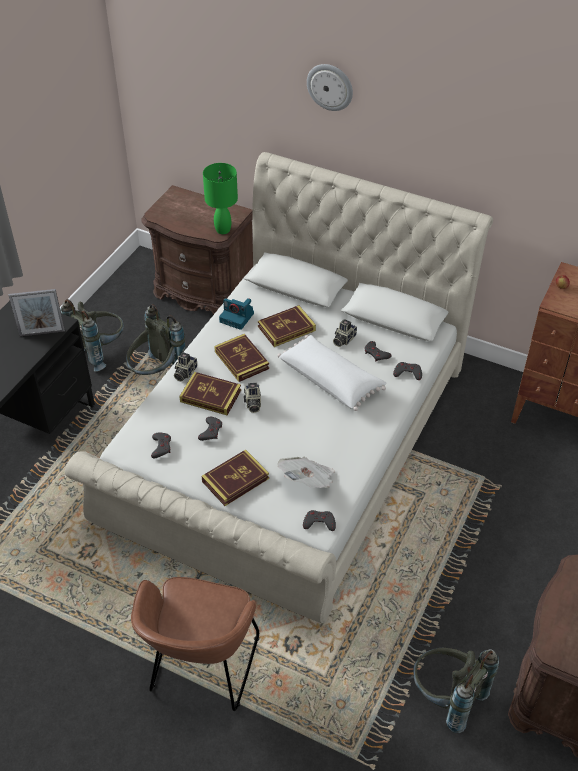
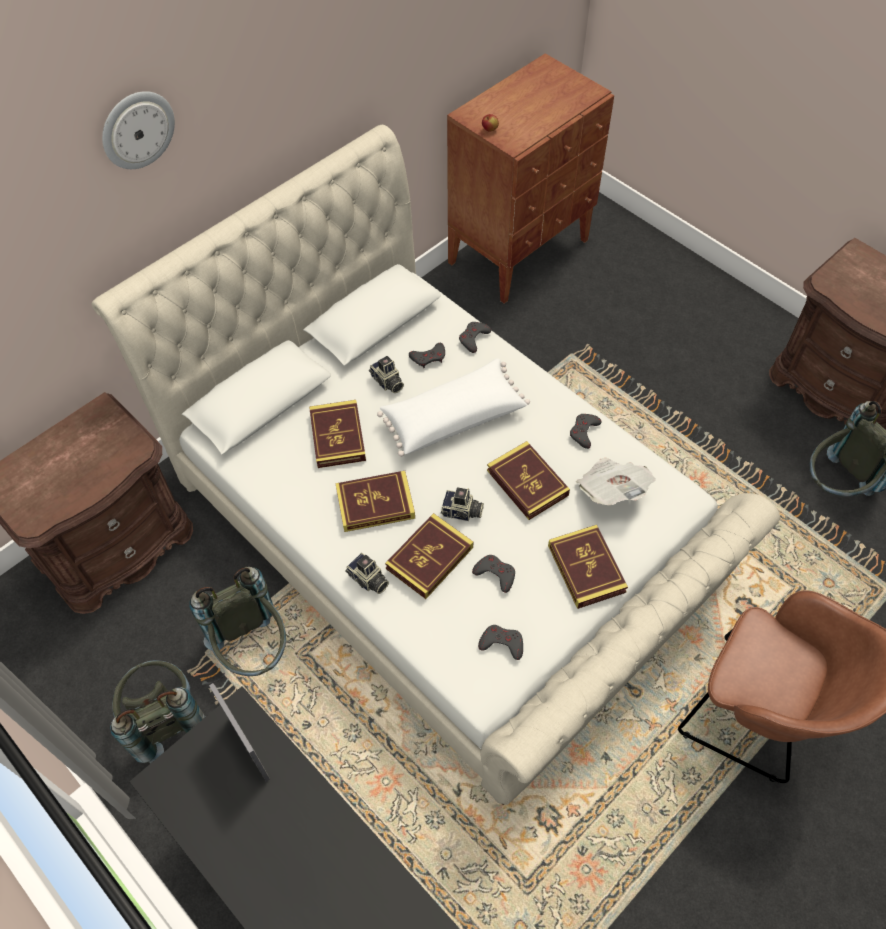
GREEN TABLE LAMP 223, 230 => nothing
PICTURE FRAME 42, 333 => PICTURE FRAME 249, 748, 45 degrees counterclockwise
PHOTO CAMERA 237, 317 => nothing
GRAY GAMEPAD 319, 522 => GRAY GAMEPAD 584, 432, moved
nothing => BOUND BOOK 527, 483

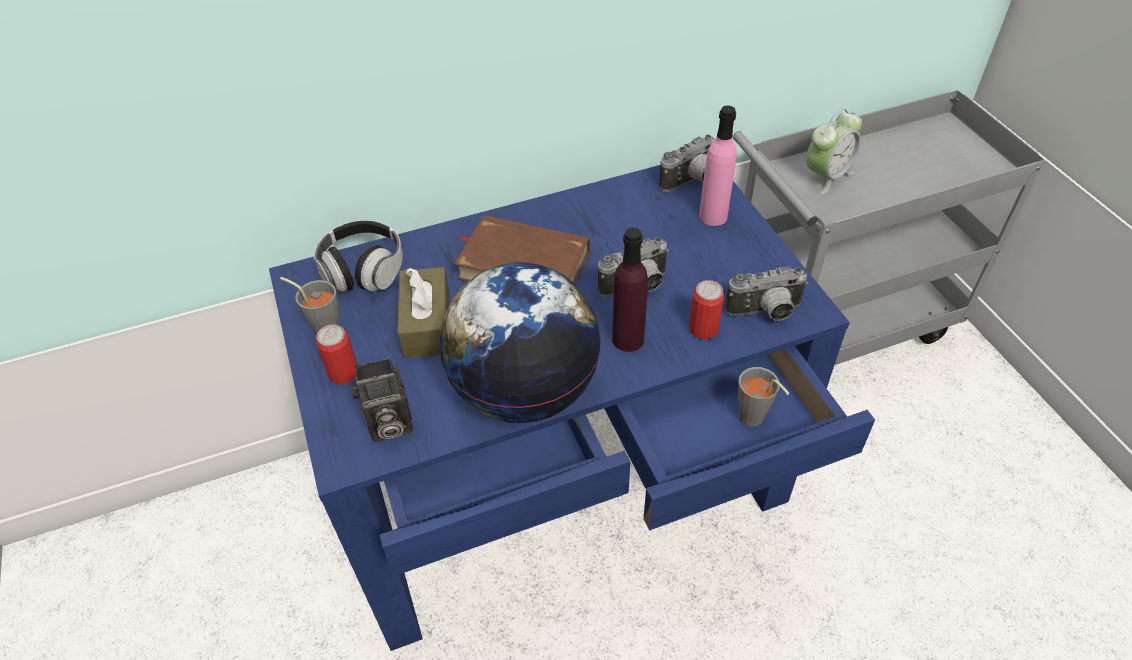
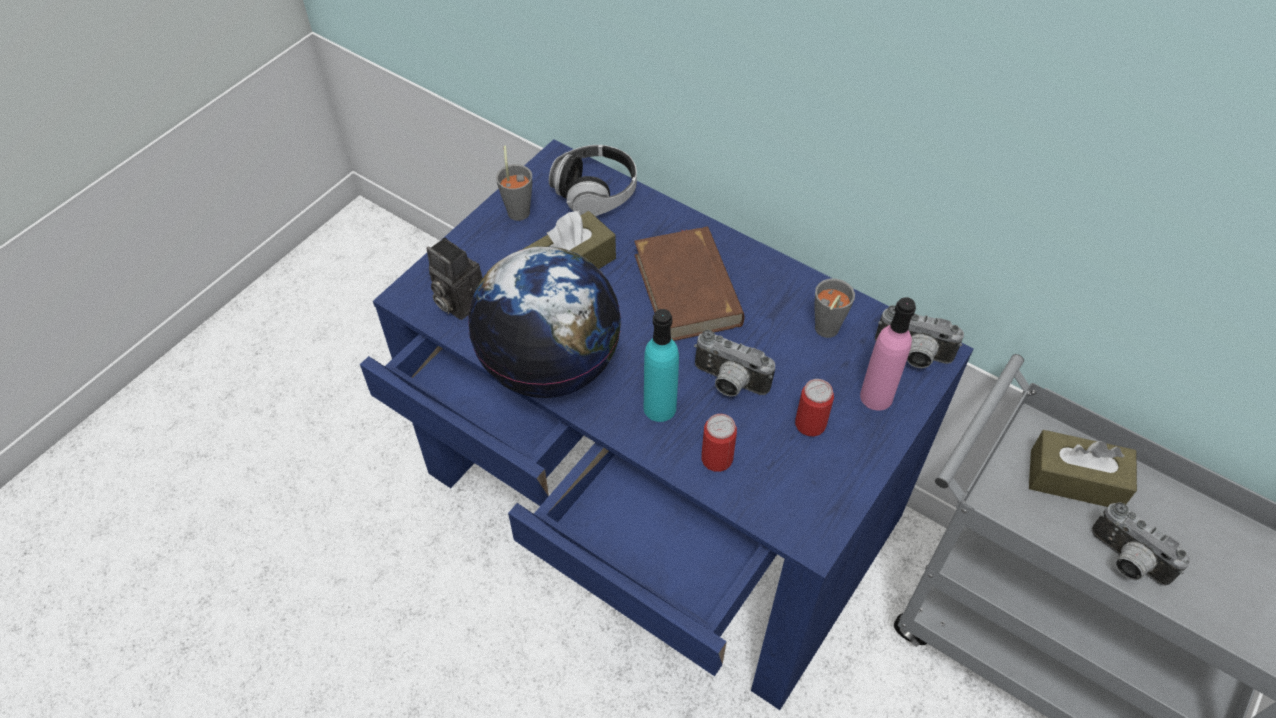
BEDSIDE CLOCK 826, 176 => BROWN BOX OF TISSUES 1075, 479
PURPLE BOTTLE 628, 339 => TURQUOISE BOTTLE 660, 408
PHOTO CAMERA 766, 313 => PHOTO CAMERA 1125, 561, moved
METAL CAN 343, 373 => METAL CAN 810, 424, moved
GRAY DRINKING CUP 754, 420 => GRAY DRINKING CUP 824, 332, moved

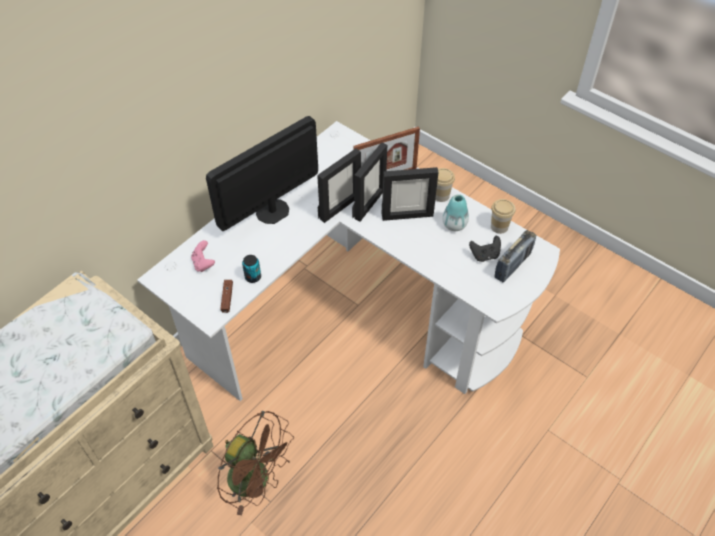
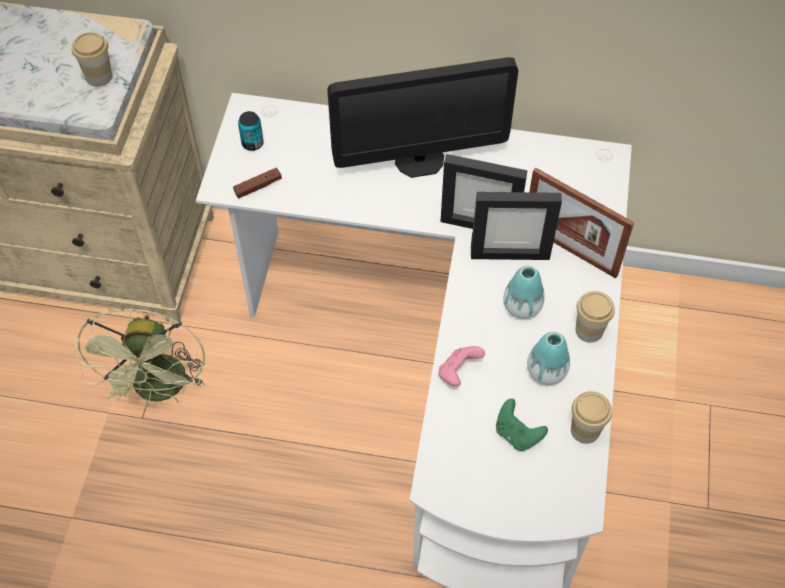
COMPUTER SCREEN 272, 211 => COMPUTER SCREEN 419, 160, 150 degrees clockwise
PICTURE FRAME 407, 215 => VASE 522, 306
RADIO RECEIVER 512, 265 => nothing
BLACK-COLOURED GAMEPAD 484, 255 => GREEN GAMEPAD 517, 434
PINKISH GAMEPAD 203, 263 => PINKISH GAMEPAD 458, 372, moved
METAL CAN 253, 277 => METAL CAN 252, 143, moved
BROWN COOLING FAN 257, 481 => GREEN COOLING FAN 160, 390
nothing => DRINKING CUP 99, 76

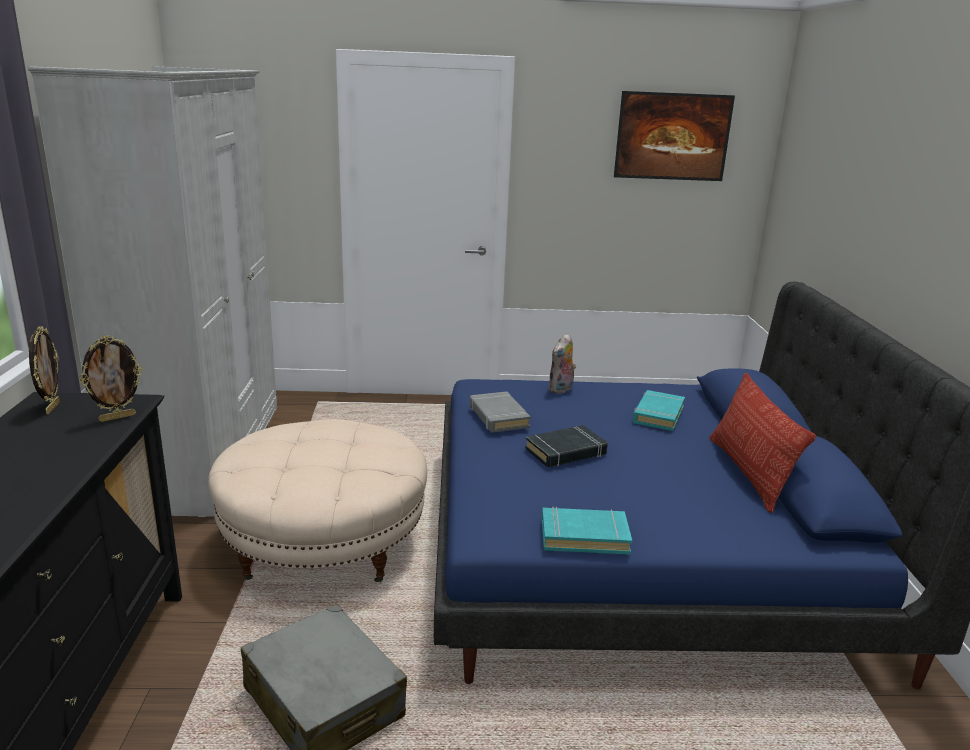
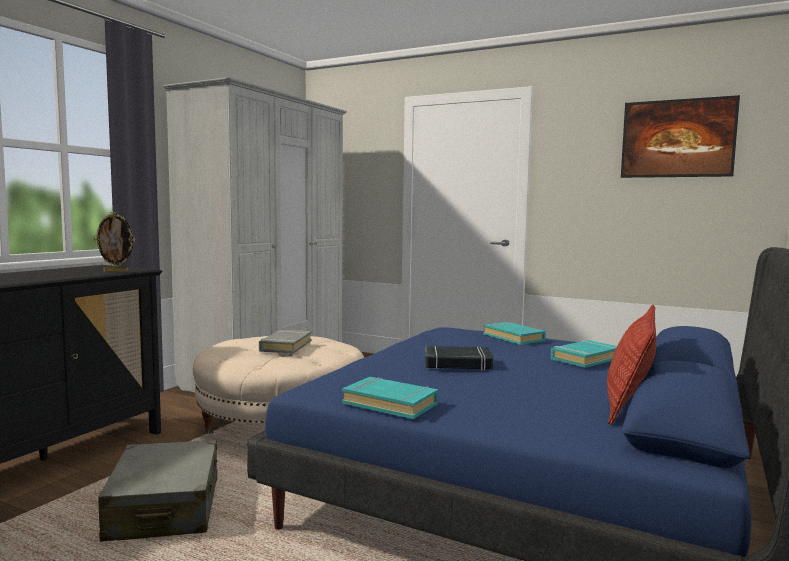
PICTURE FRAME 52, 408 => nothing
CUDDLY TOY 561, 389 => TURQUOISE BOUND BOOK 514, 337
GRAY BOUND BOOK 498, 417 => GRAY BOUND BOOK 285, 346, moved

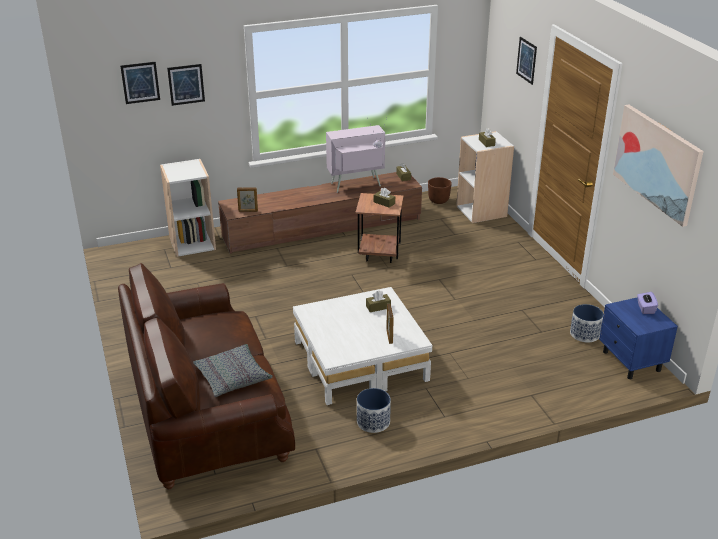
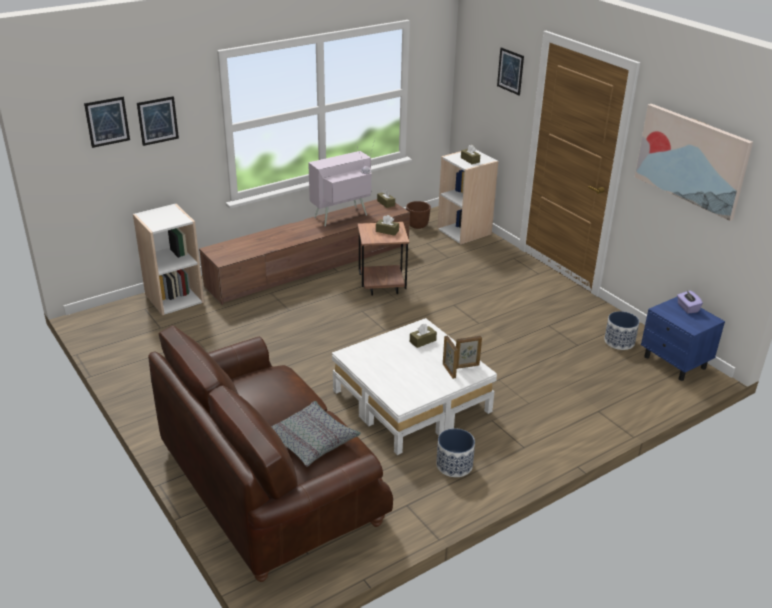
PICTURE FRAME 248, 211 => PICTURE FRAME 467, 366, moved

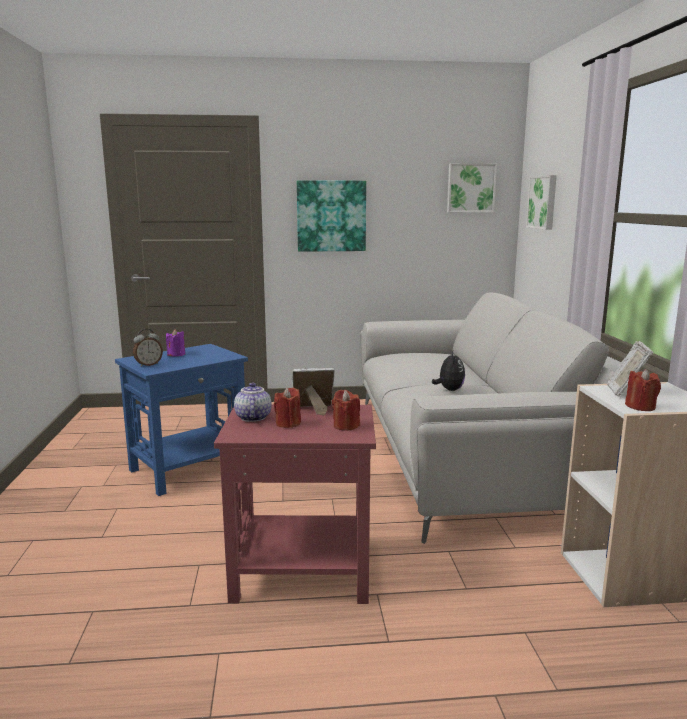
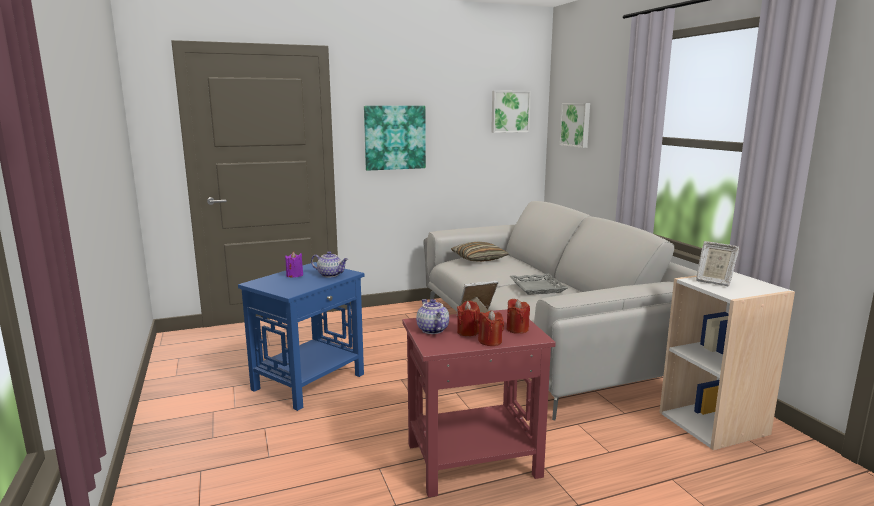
BEDSIDE CLOCK 148, 365 => nothing
PICTURE FRAME 625, 392 => PICTURE FRAME 713, 281, 45 degrees counterclockwise
CUDDLY TOY 449, 390 => GRAY CARRYING TRAY 537, 288
RED CANDLE 640, 407 => RED CANDLE 490, 341, moved
nothing => PILLOW 479, 259
nothing => TEAPOT 330, 275

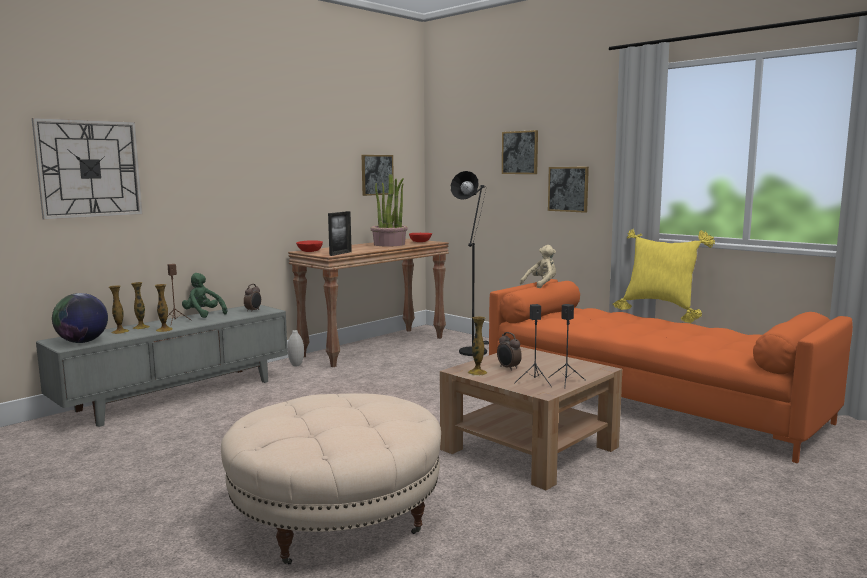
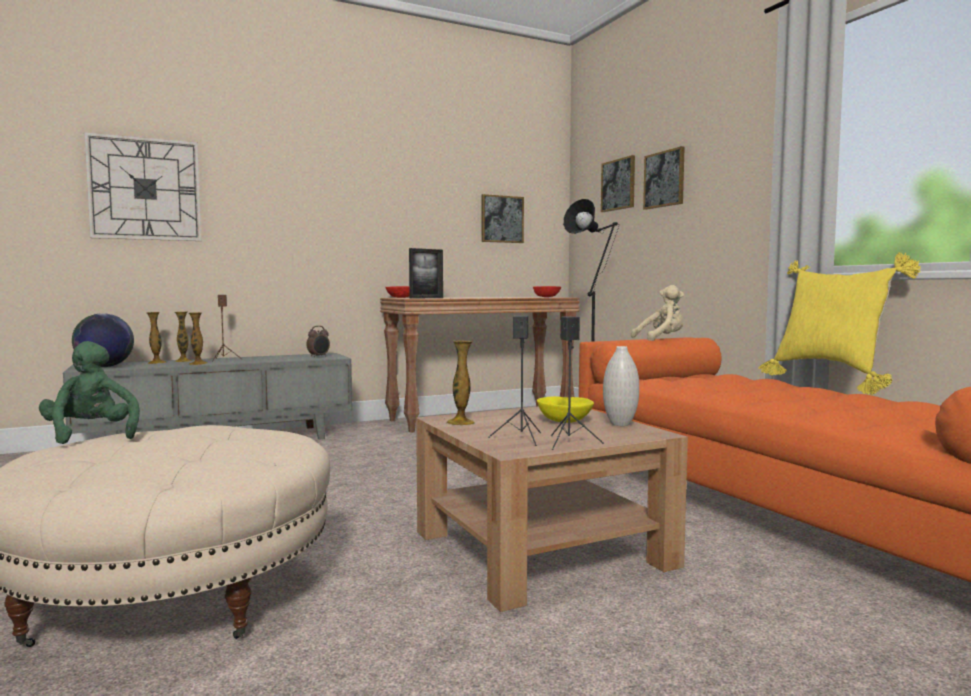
PICTURE 568, 189 => PICTURE 618, 184, moved
PLANT IN A POT 389, 244 => nothing
GREEN CUDDLY TOY 203, 314 => GREEN CUDDLY TOY 91, 435, moved
WHITE VASE 296, 365 => WHITE VASE 620, 424, moved
BEDSIDE CLOCK 508, 368 => nothing
nothing => YELLOWISH BOWL 564, 421

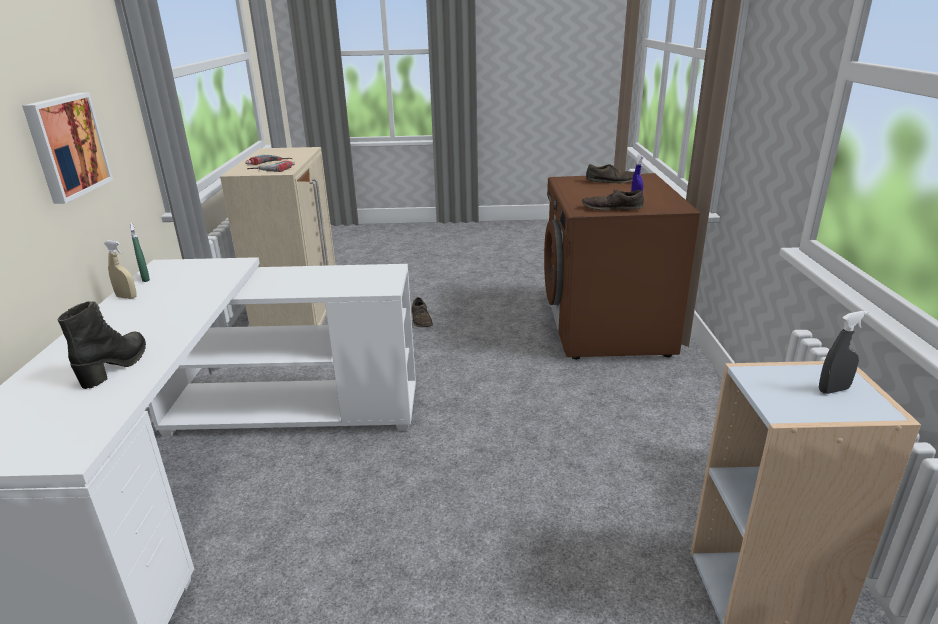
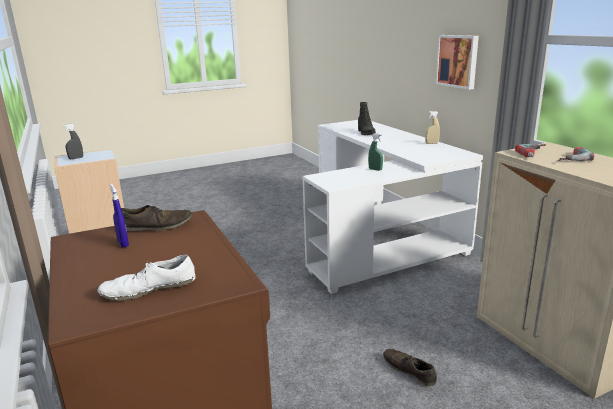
BROWN ITEM OF FOOTWEAR 612, 181 => WHITE ITEM OF FOOTWEAR 149, 288
GREEN SPRAYER 145, 278 => GREEN SPRAYER 375, 169, moved

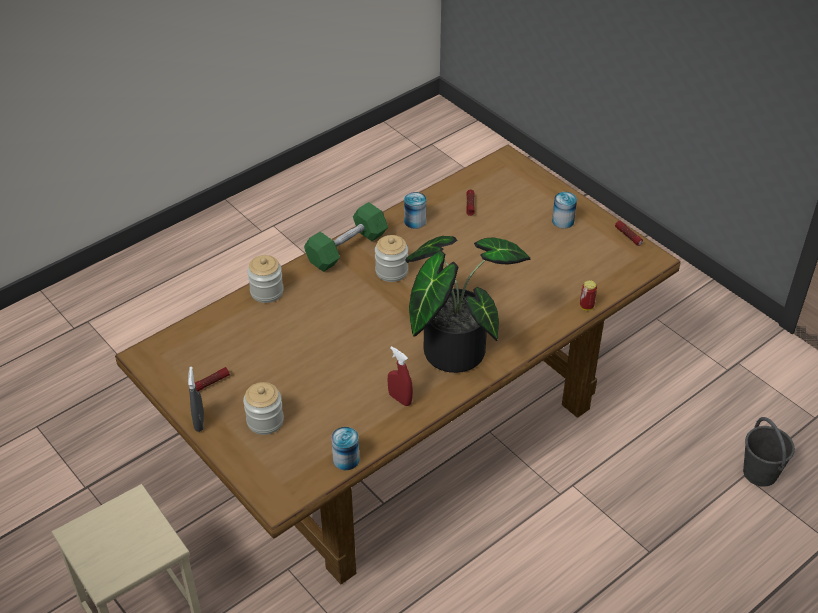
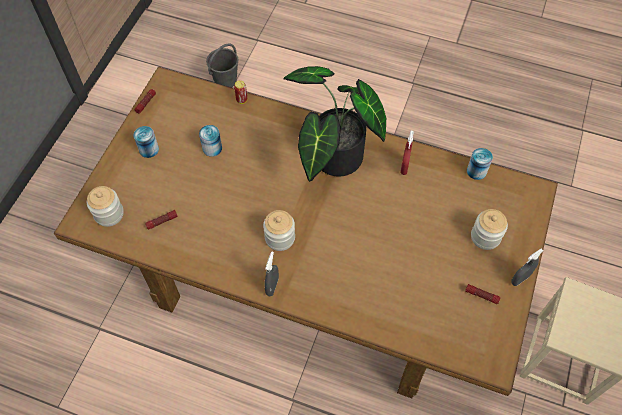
METAL CAN 415, 221 => METAL CAN 212, 148, moved
GREEN FREE WEIGHT 347, 248 => GRAY SPRAYER 272, 286
JAR 267, 292 => JAR 109, 214, moved

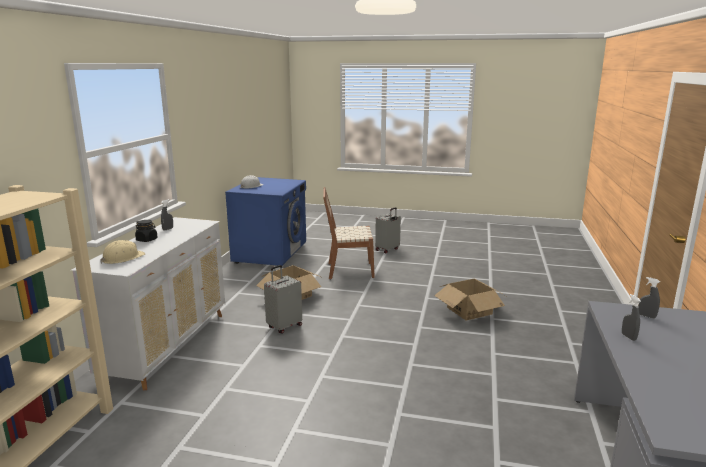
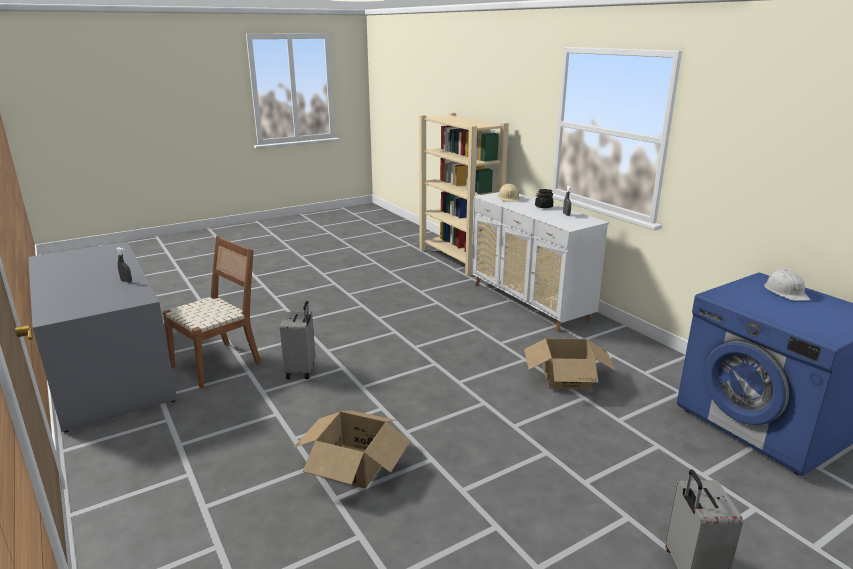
CHAIR 347, 271 => CHAIR 220, 363, moved
GRAY SUITCASE 284, 326 => GRAY SUITCASE 301, 370, moved
GRAY SPRAYER 646, 316 => nothing

